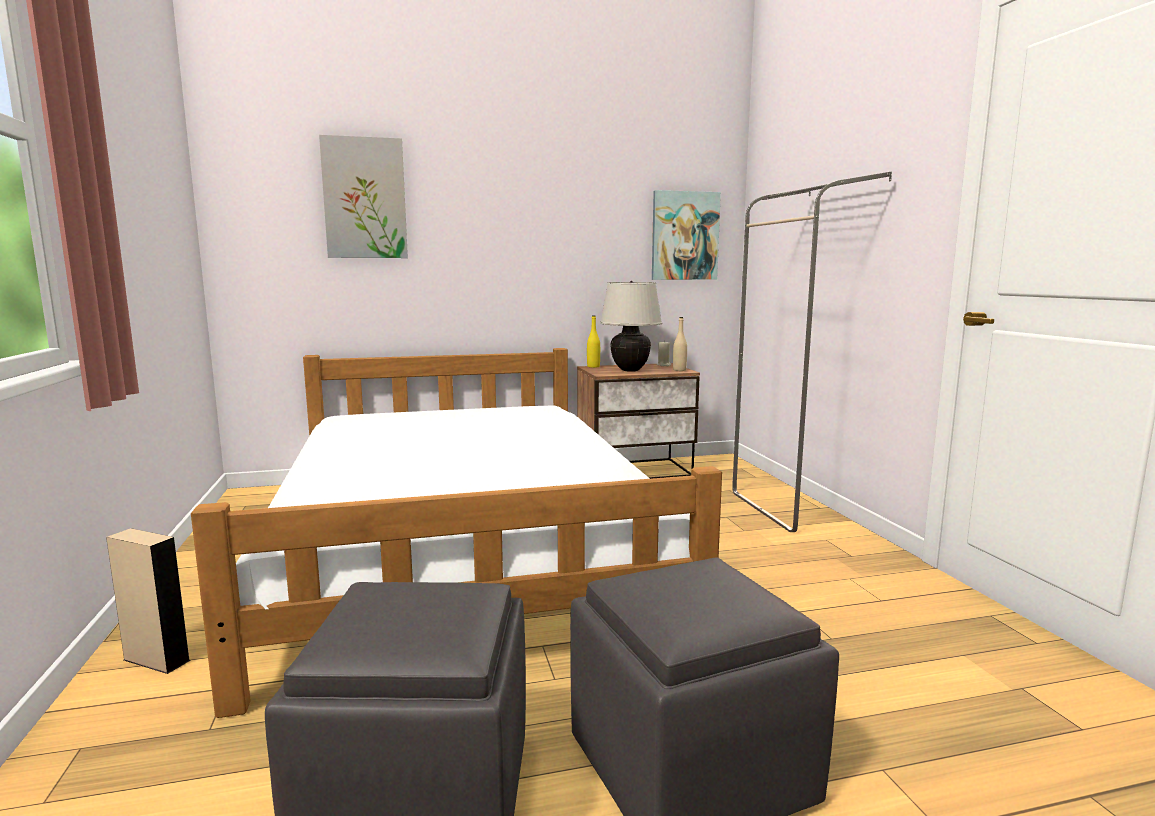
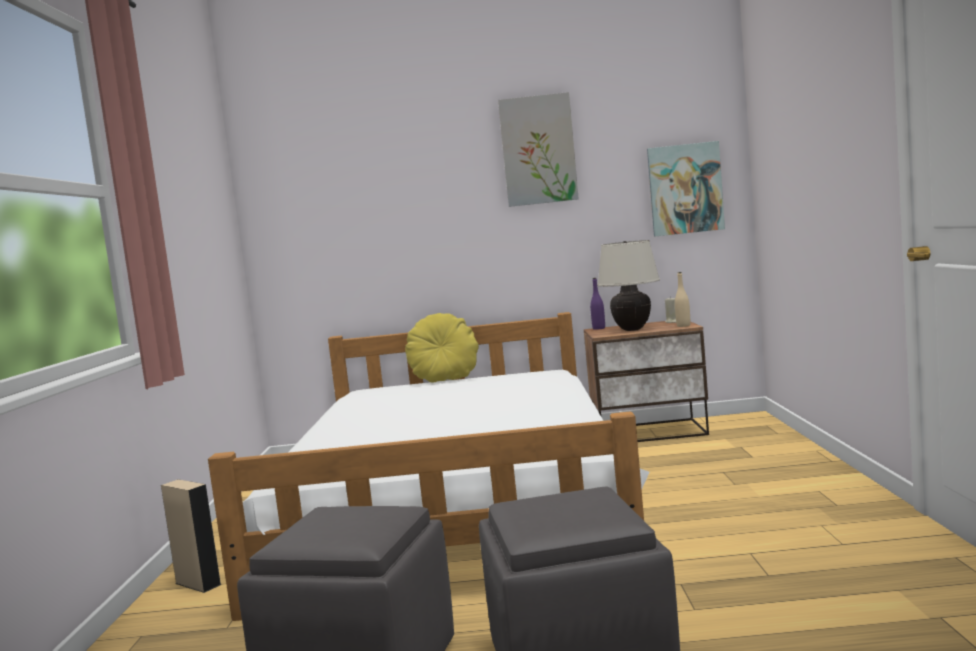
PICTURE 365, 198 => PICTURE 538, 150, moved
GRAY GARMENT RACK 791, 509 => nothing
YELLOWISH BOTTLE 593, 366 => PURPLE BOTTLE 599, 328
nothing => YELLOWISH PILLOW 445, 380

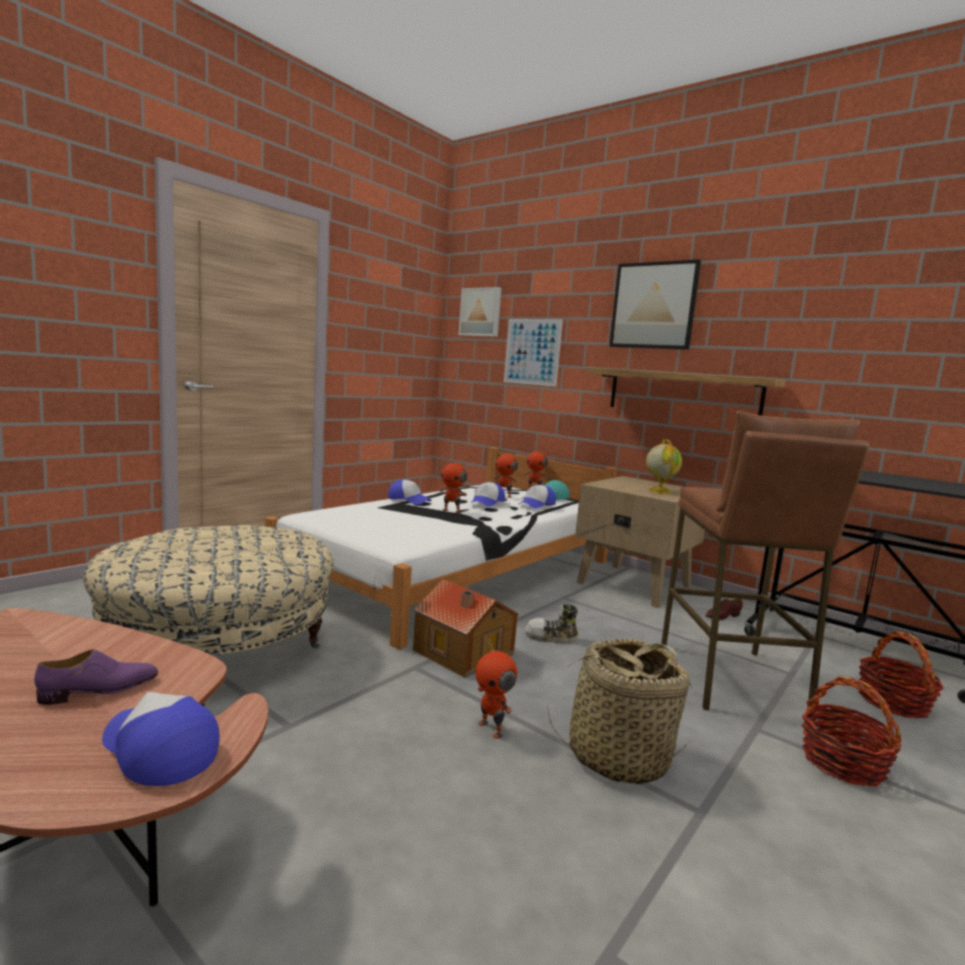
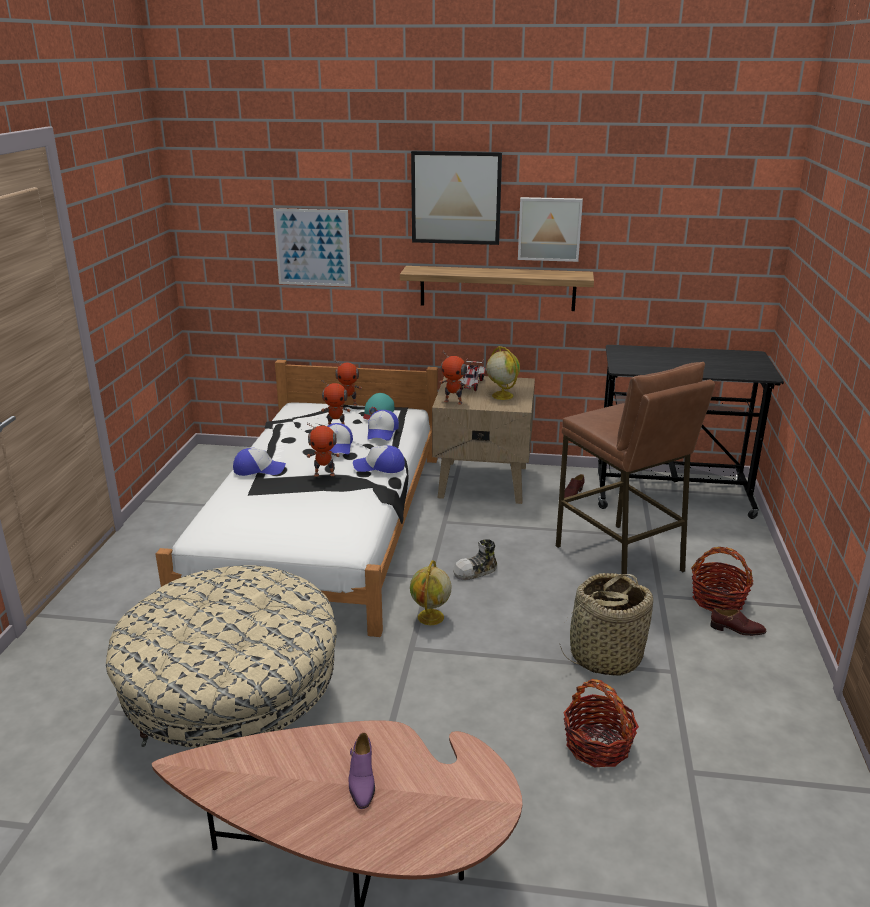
PICTURE 481, 312 => PICTURE 549, 228, moved
MODEL HOUSE 463, 653 => DESK GLOBE 430, 618
HOUSEHOLD BASKET 893, 703 => HOUSEHOLD BASKET 598, 745, moved
TOY ROBOT 492, 729 => TOY ROBOT 453, 402, moved
PURPLE ITEM OF FOOTWEAR 100, 690 => PURPLE ITEM OF FOOTWEAR 361, 781, 150 degrees clockwise
PEAKED CAP 158, 750 => PEAKED CAP 379, 467, moved
nothing => TOY CAR 471, 385
nothing => BROWN ITEM OF FOOTWEAR 737, 630

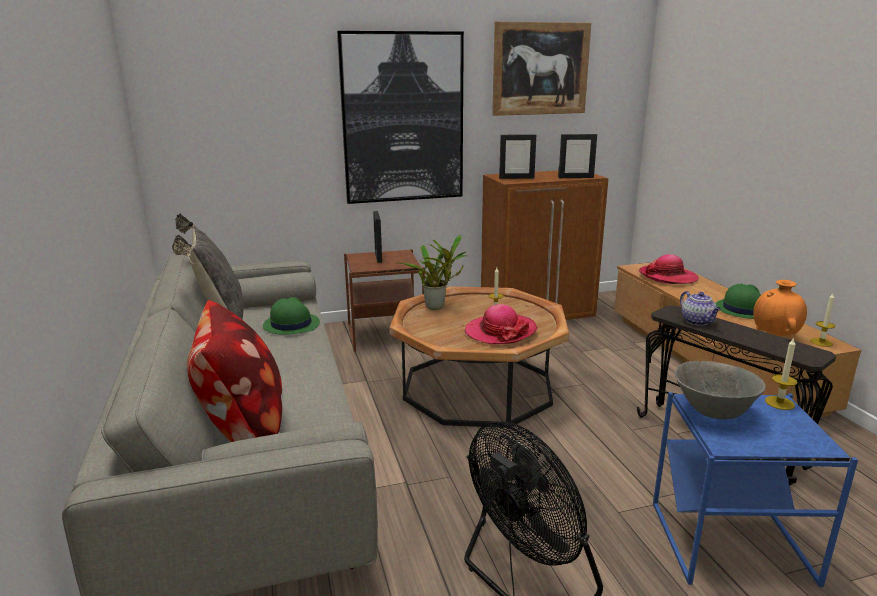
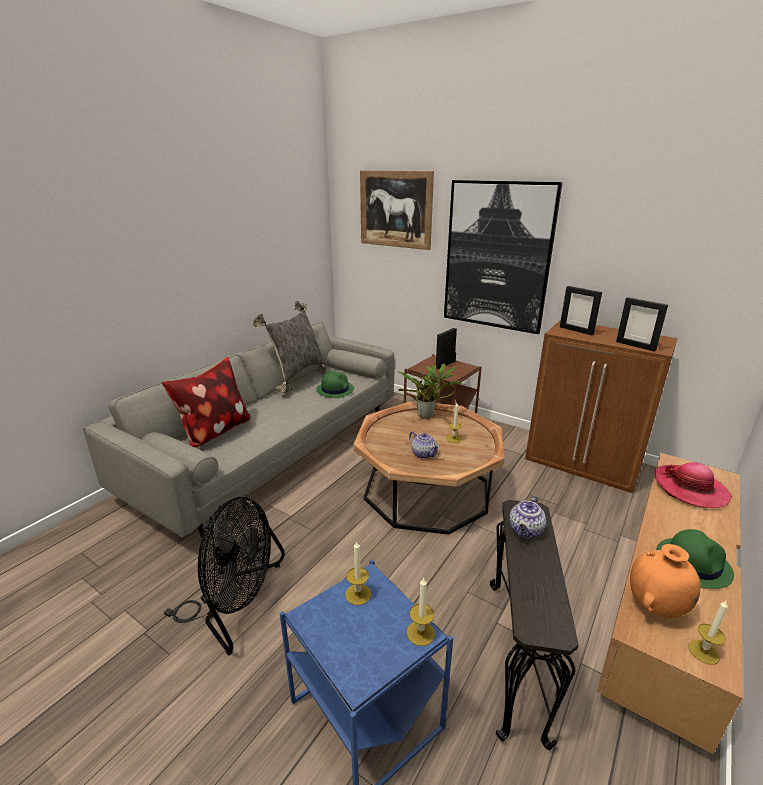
PICTURE 540, 69 => PICTURE 395, 209, moved
WEARABLE HAT 500, 331 => TEAPOT 423, 454
GRAY BOWL 713, 412 => CANDLE 358, 594

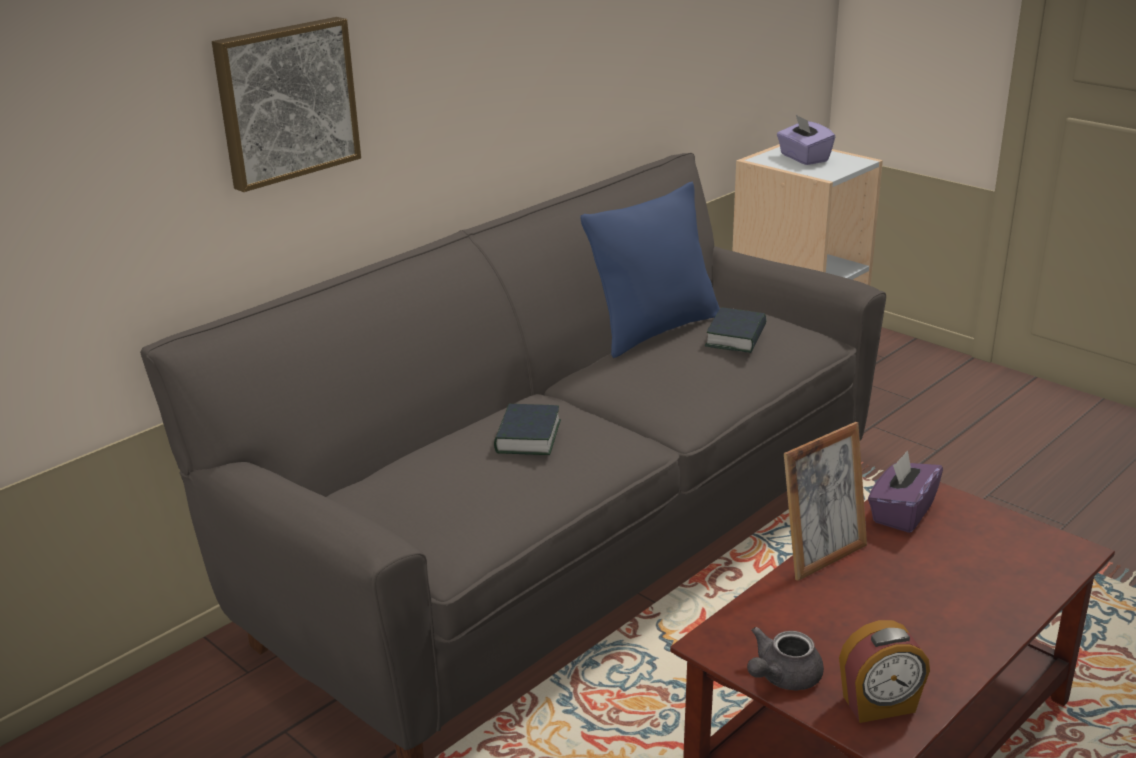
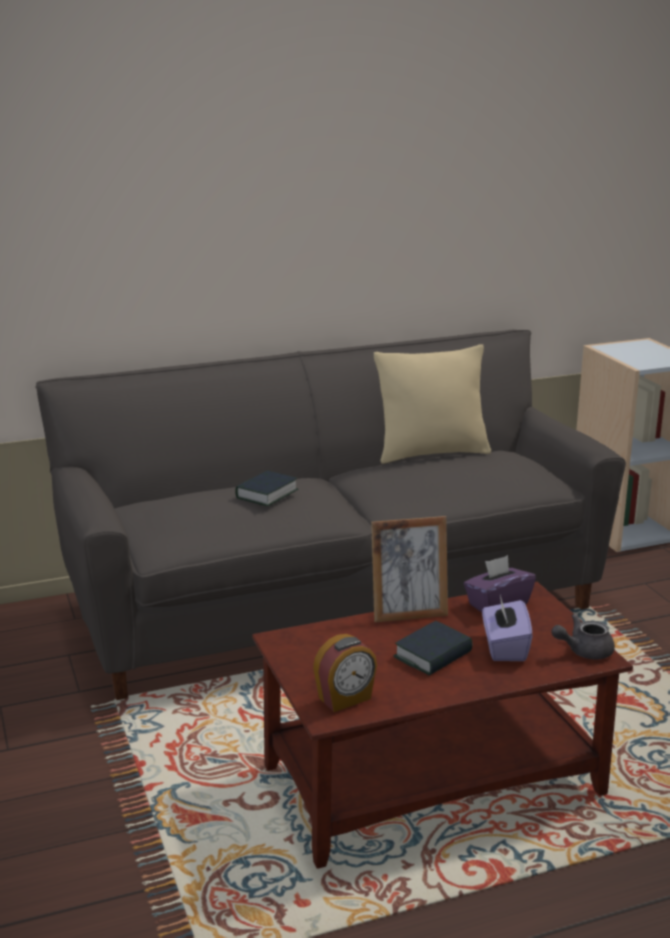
PICTURE 285, 101 => nothing
PURPLE BOX OF TISSUES 803, 158 => PURPLE BOX OF TISSUES 504, 647, moved
BLUE-COLOURED PILLOW 655, 330 => BEIGE-COLOURED PILLOW 431, 453
BOUND BOOK 736, 337 => BOUND BOOK 433, 655, moved
BEDSIDE CLOCK 879, 705 => BEDSIDE CLOCK 345, 699, 45 degrees counterclockwise
GRAY TEAPOT 782, 677 => GRAY TEAPOT 583, 651, moved

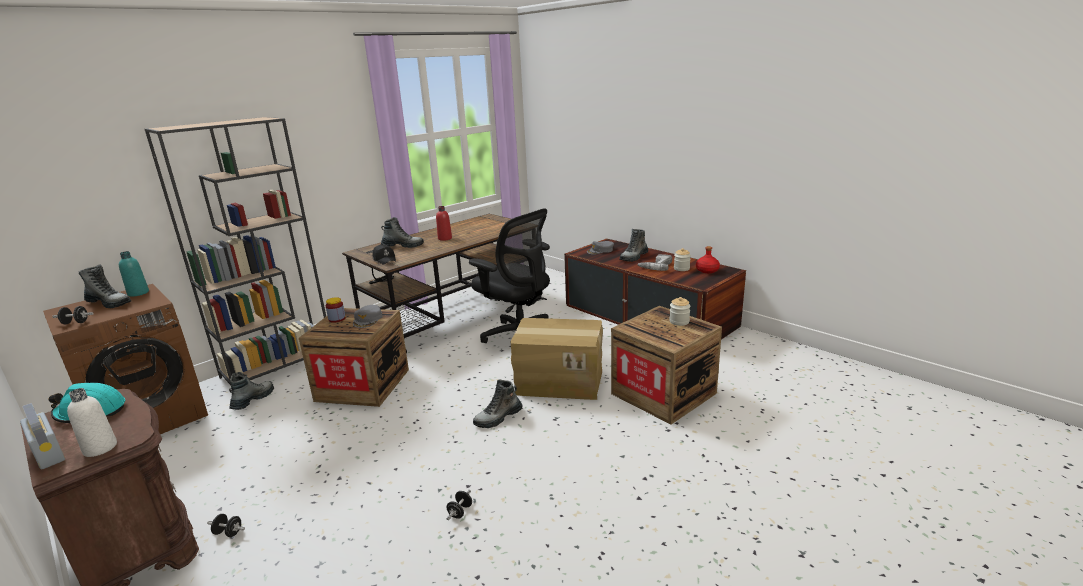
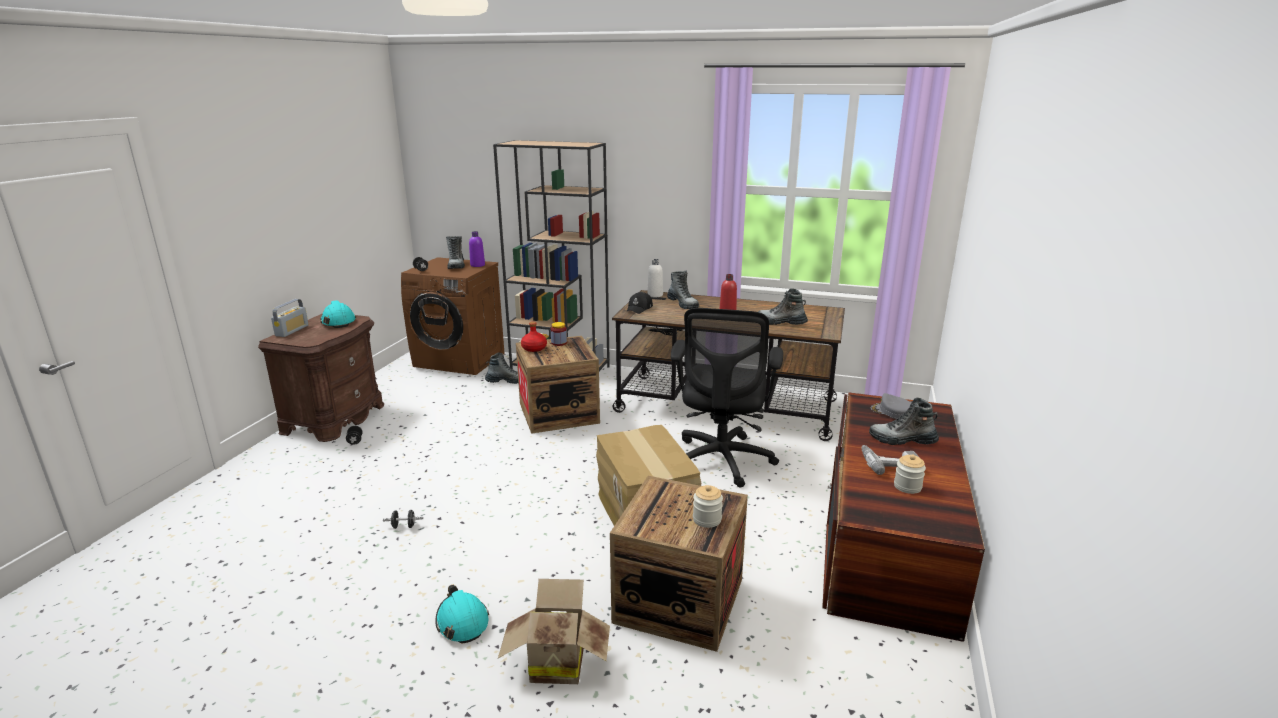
RED BOTTLE 707, 270 => RED BOTTLE 534, 348, moved
TURQUOISE BOTTLE 138, 293 => PURPLE BOTTLE 477, 265
GRAY PEAKED CAP 368, 320 => nothing
HIGH-TOP BOOT 498, 418 => HIGH-TOP BOOT 781, 323, moved
WHITE BOTTLE 100, 448 => WHITE BOTTLE 655, 295, moved
nothing => PACKING BOX 556, 662
nothing => TURQUOISE SAFETY HELMET 462, 622

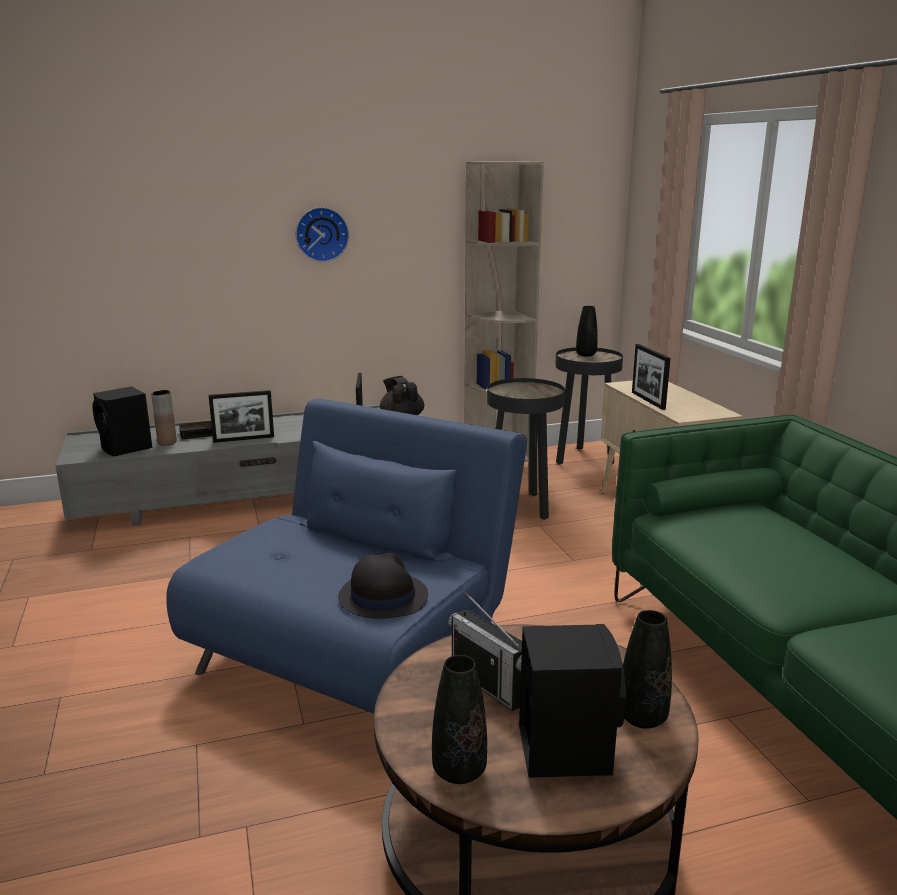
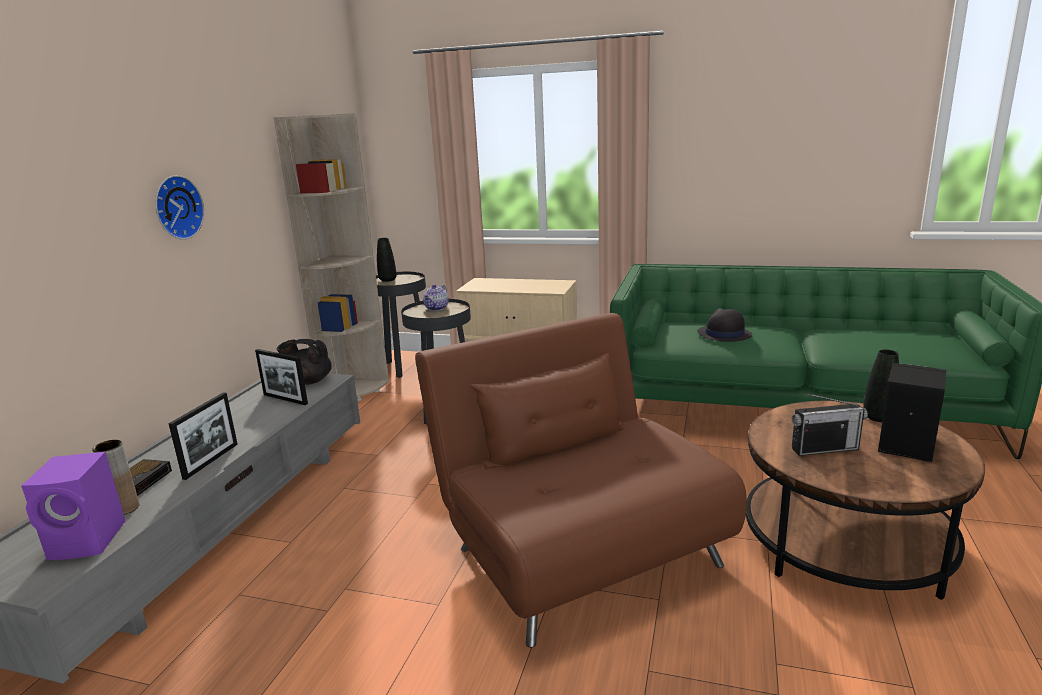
PICTURE FRAME 648, 400 => nothing
BLACK-COLOURED LOUDSPEAKER 126, 448 => PURPLE LOUDSPEAKER 90, 540
BLUE-COLOURED ARMCHAIR 357, 649 => BROWN ARMCHAIR 575, 544
BLACK-COLOURED WEARABLE HAT 382, 596 => BLACK-COLOURED WEARABLE HAT 723, 334, moved
BLACK-COLOURED VASE 459, 771 => nothing
nothing => TEAPOT 437, 308

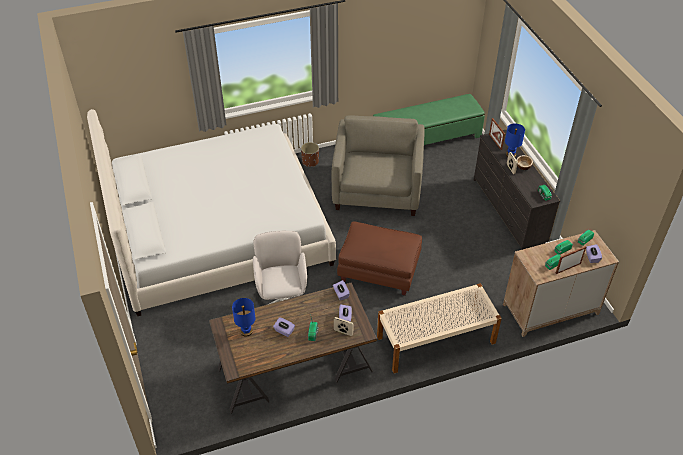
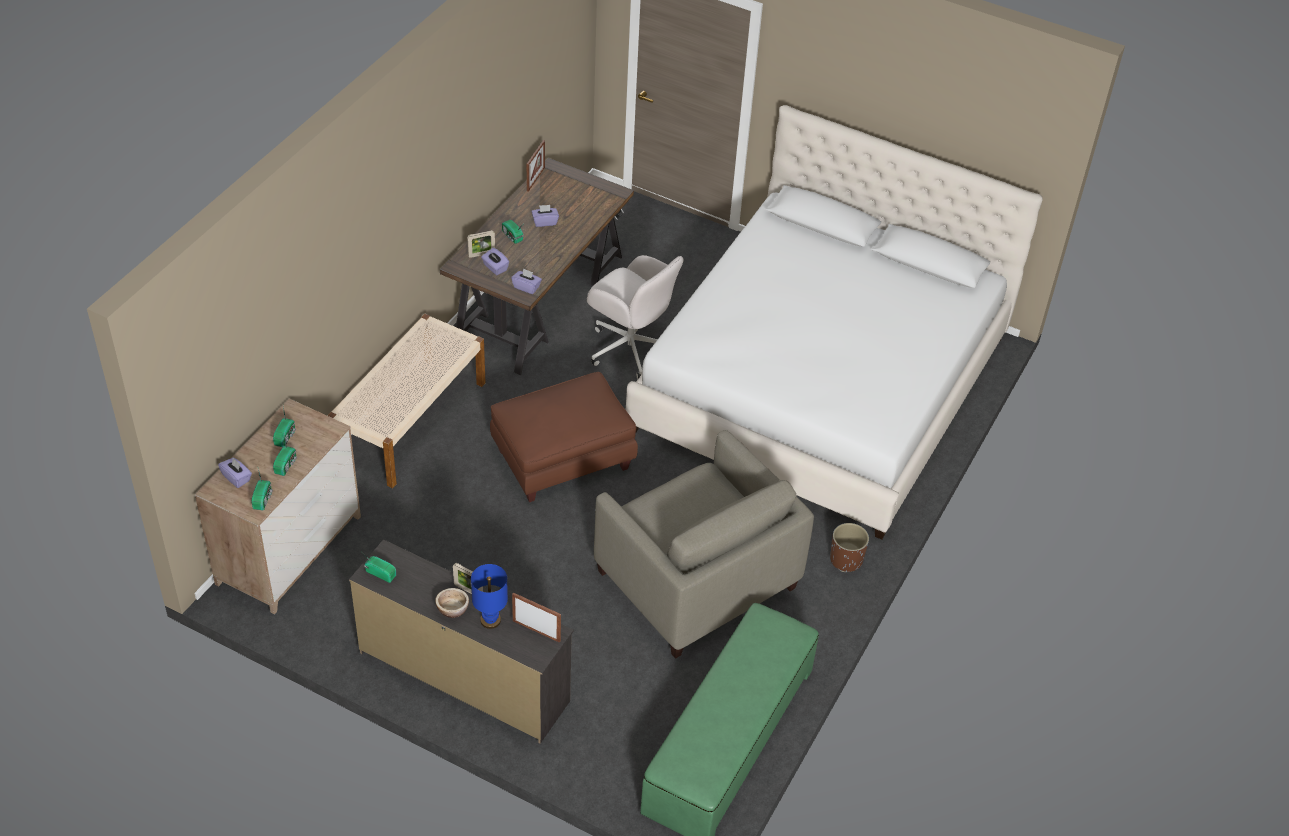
PICTURE FRAME 568, 268 => PICTURE FRAME 535, 179, moved
BLUE-COLOURED TABLE LAMP 246, 331 => nothing

